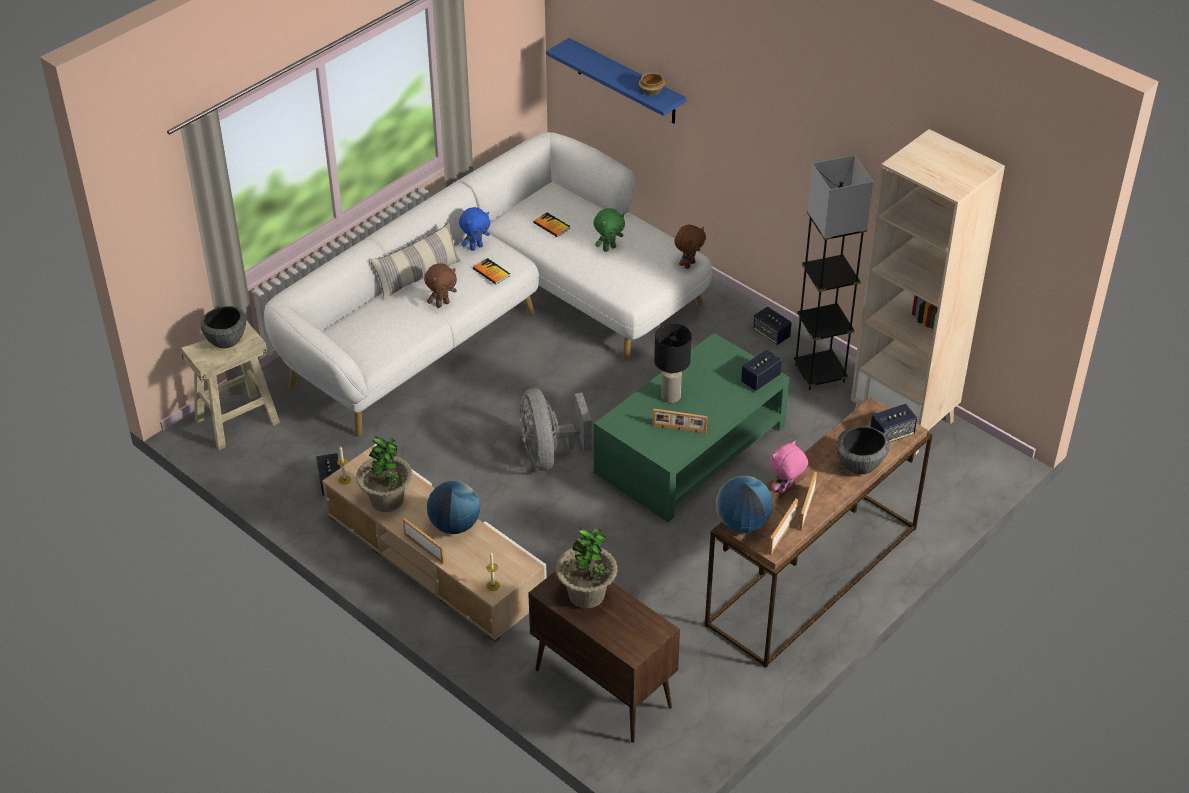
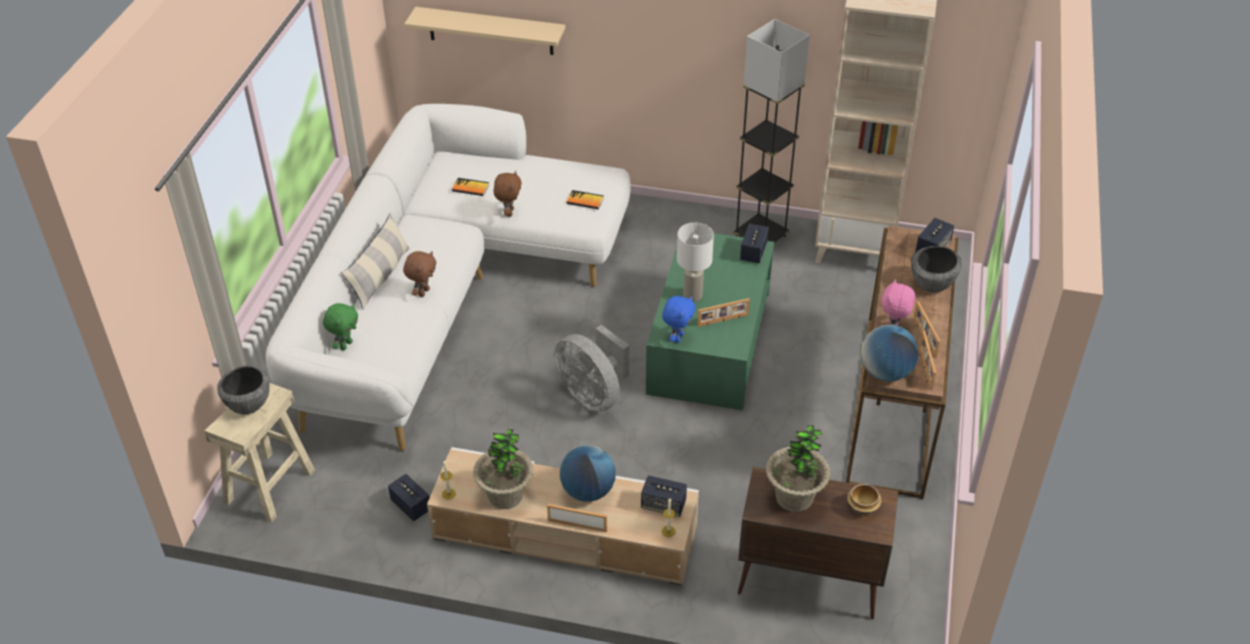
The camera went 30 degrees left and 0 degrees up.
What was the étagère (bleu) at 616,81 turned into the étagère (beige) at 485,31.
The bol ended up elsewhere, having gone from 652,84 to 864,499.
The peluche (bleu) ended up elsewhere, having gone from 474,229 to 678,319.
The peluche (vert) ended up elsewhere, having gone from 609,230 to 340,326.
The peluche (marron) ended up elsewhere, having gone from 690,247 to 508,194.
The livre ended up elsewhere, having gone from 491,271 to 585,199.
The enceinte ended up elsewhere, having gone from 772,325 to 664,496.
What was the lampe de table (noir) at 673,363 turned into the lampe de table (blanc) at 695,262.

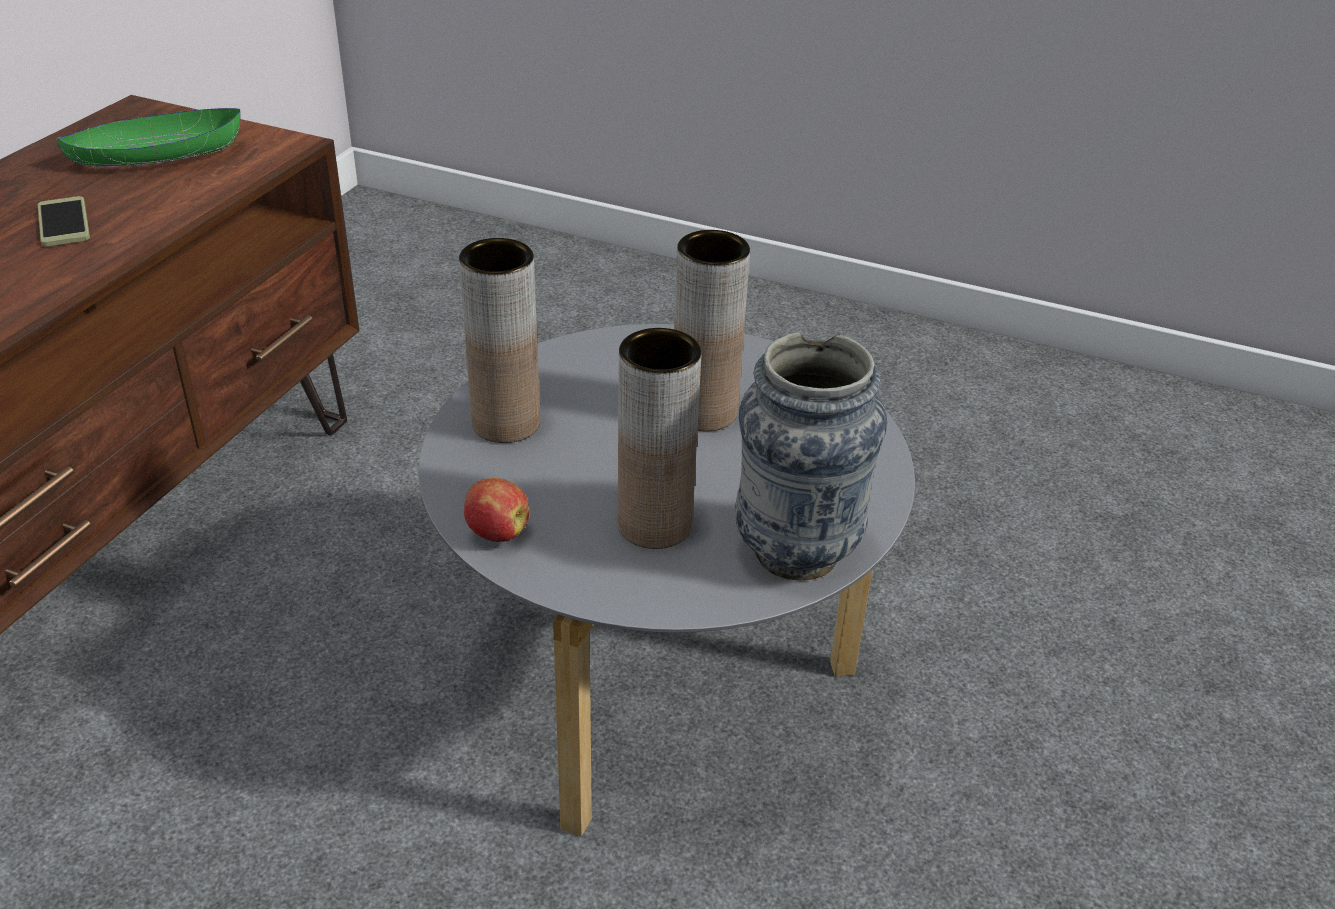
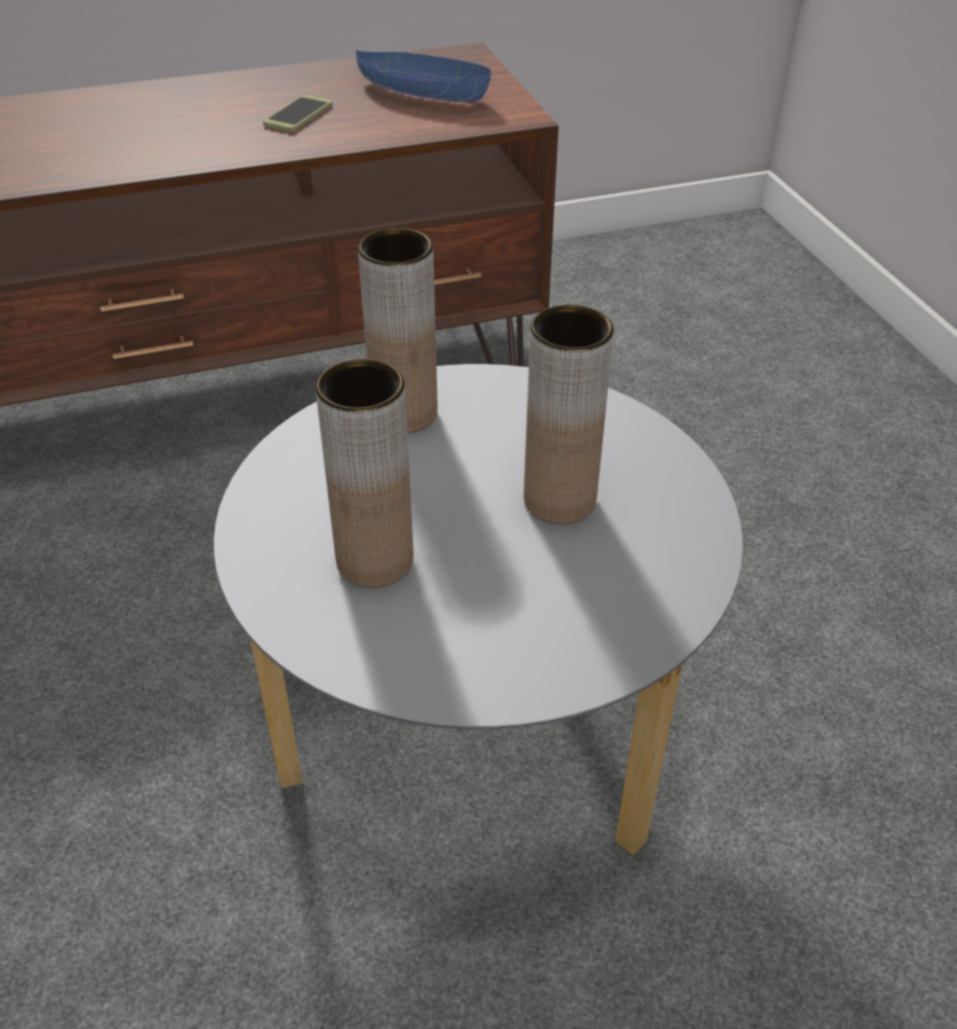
The camera went 50 degrees right and 5 degrees up.
What was the bol (vert) at 148,137 turned into the bol (bleu) at 423,76.
The second view lost the vase at 811,456.
The second view lost the pomme at 496,510.

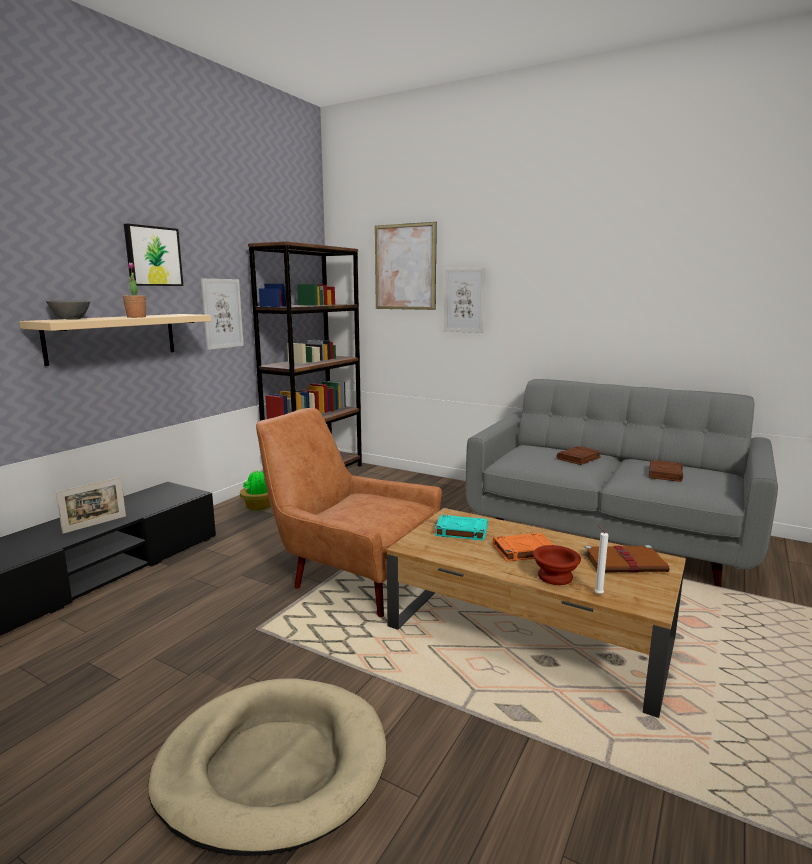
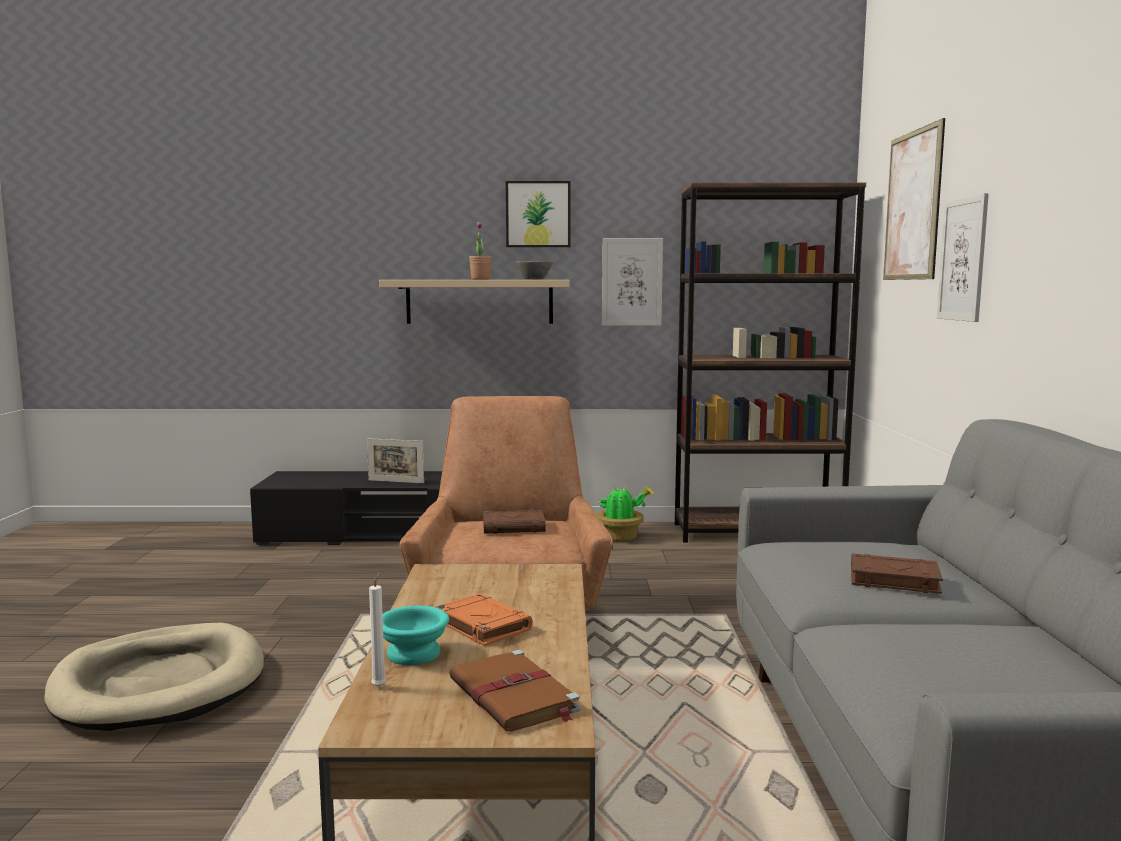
The camera went 60 degrees right and 5 degrees down.
The bol (gris) ended up elsewhere, having gone from 68,310 to 535,270.
The livre (marron) ended up elsewhere, having gone from 666,471 to 514,522.
The second view lost the livre (turquoise) at 461,527.
What was the bol (marron) at 557,565 turned into the bol (turquoise) at 416,635.

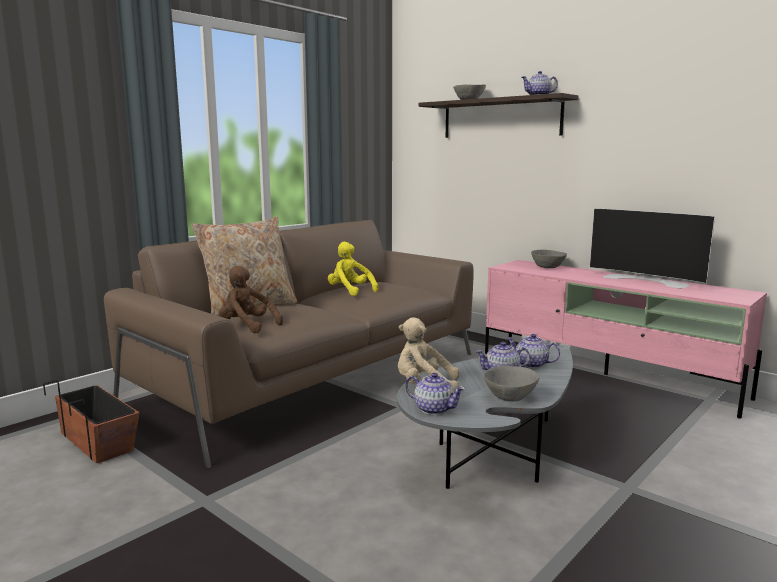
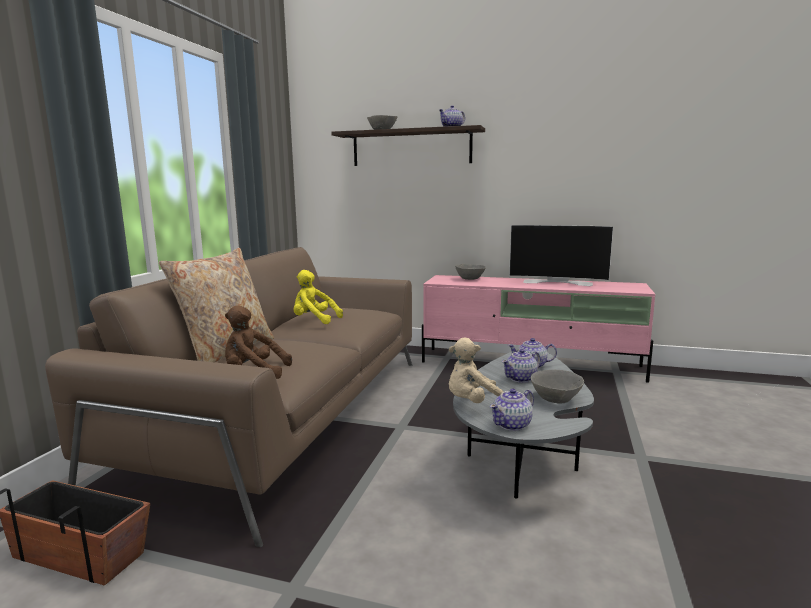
The camera went 25 degrees left and 0 degrees up.
The théière at 435,394 ended up facing another way, 135 degrees clockwise from before.

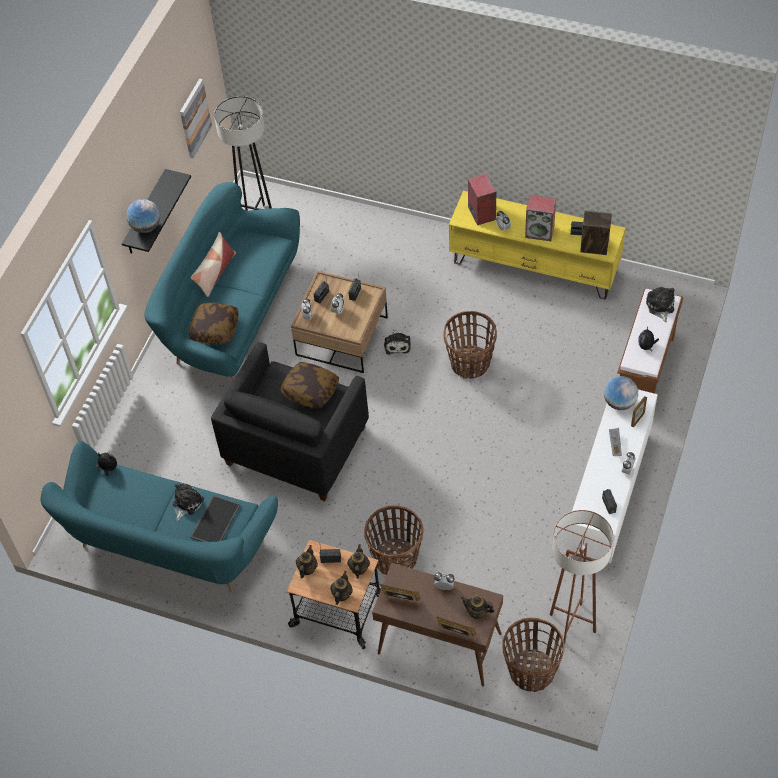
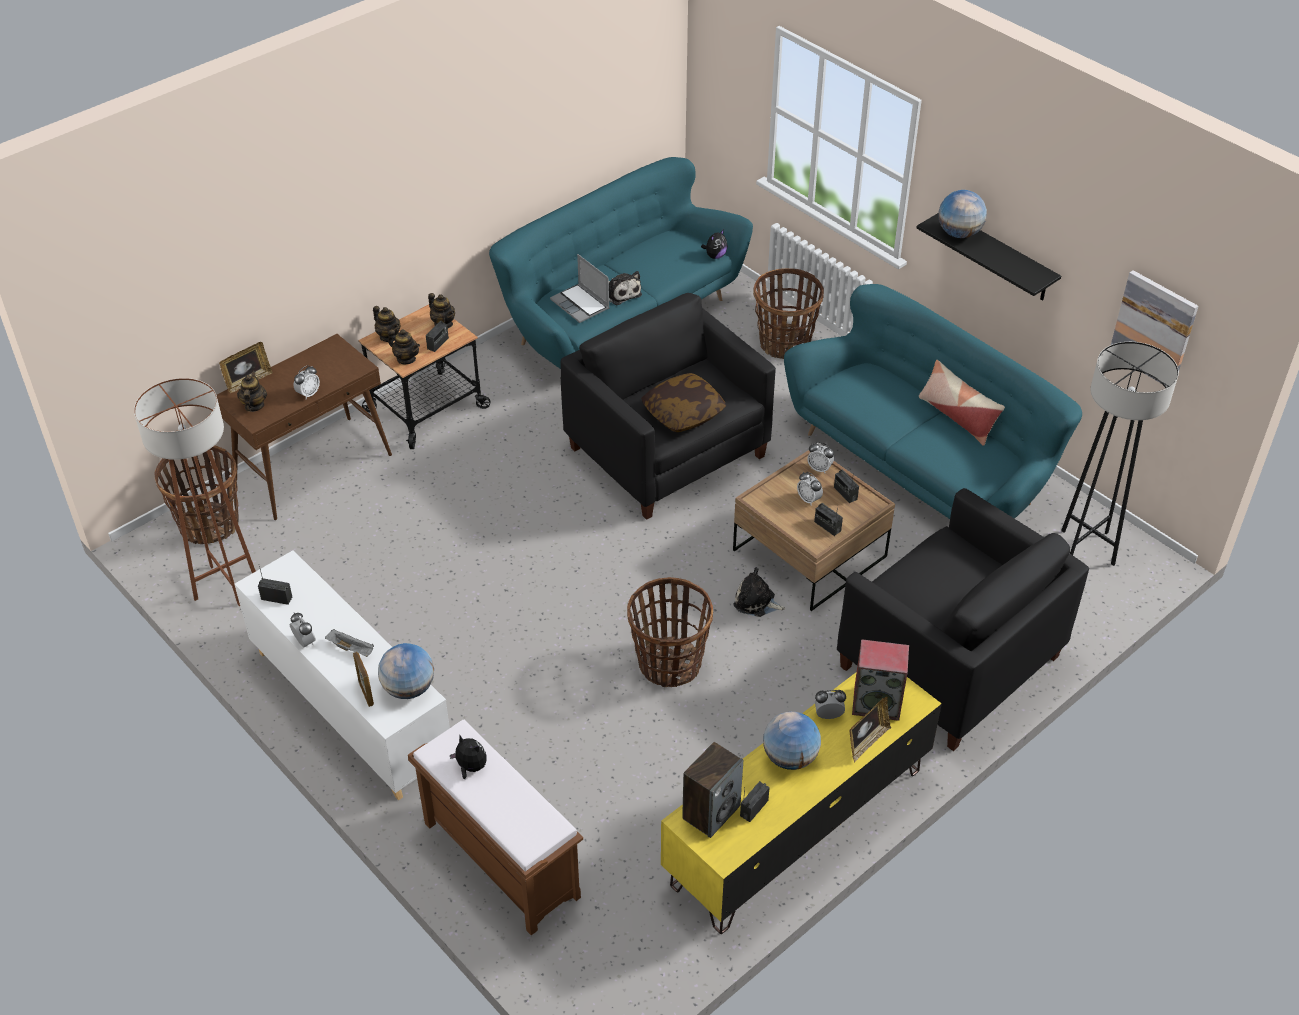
The camera went 115 degrees right and 10 degrees down.
Where the enceinte stood at 540,218, the globe came to stand at 792,741.
The second view lost the peluche at 660,304.
The second view lost the coussin at 214,323.
Where the plateau stood at 215,518, the ordinateur portable came to stand at 579,288.
The panier ended up elsewhere, having gone from 394,540 to 788,313.
The cadre photo ended up elsewhere, having gone from 400,592 to 870,729.
The théière at 477,607 ended up facing another way, 45 degrees counterclockwise from before.
The second view gained the fauteuil (noir) at 963,619.

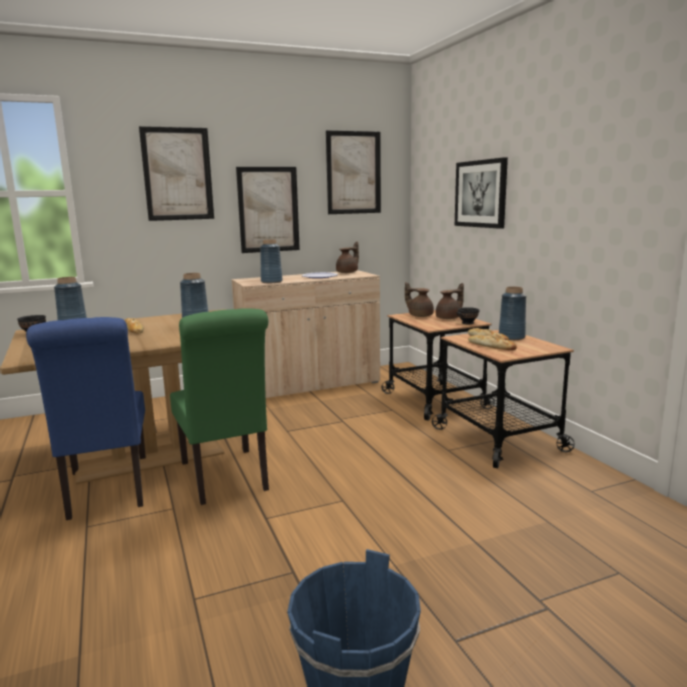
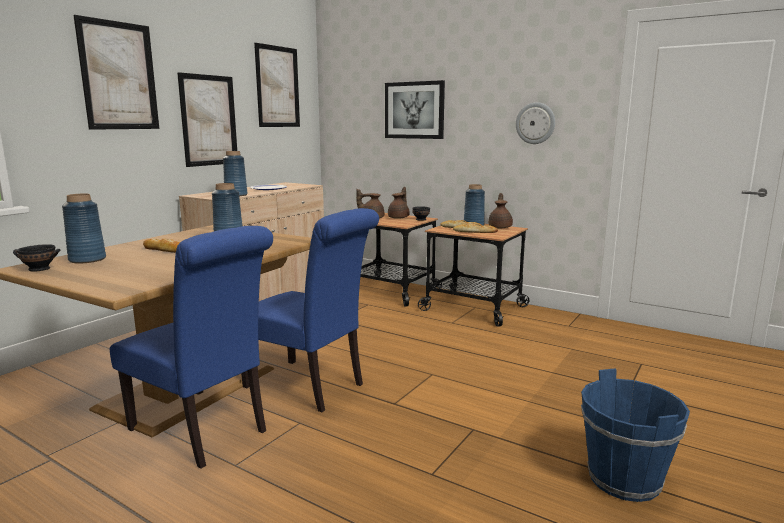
The camera went 35 degrees left and 0 degrees up.
The théière (marron) ended up elsewhere, having gone from 347,257 to 500,211.
What was the chaise (vert) at 219,406 turned into the chaise (bleu) at 310,310.
The second view gained the horloge murale at 535,123.

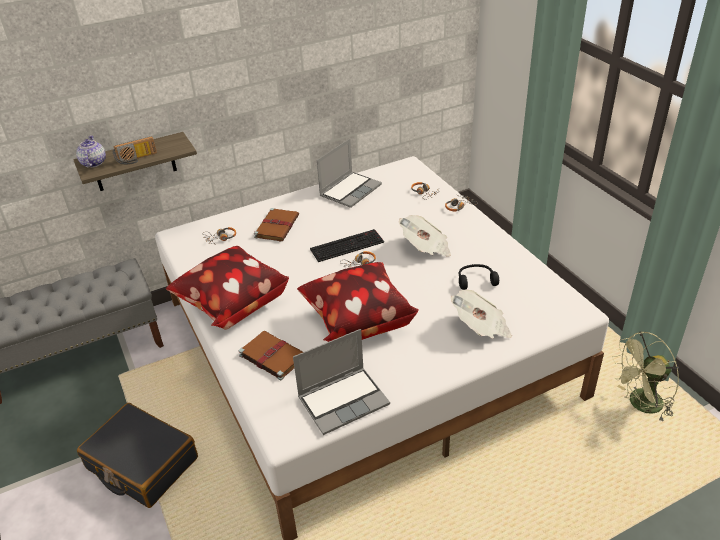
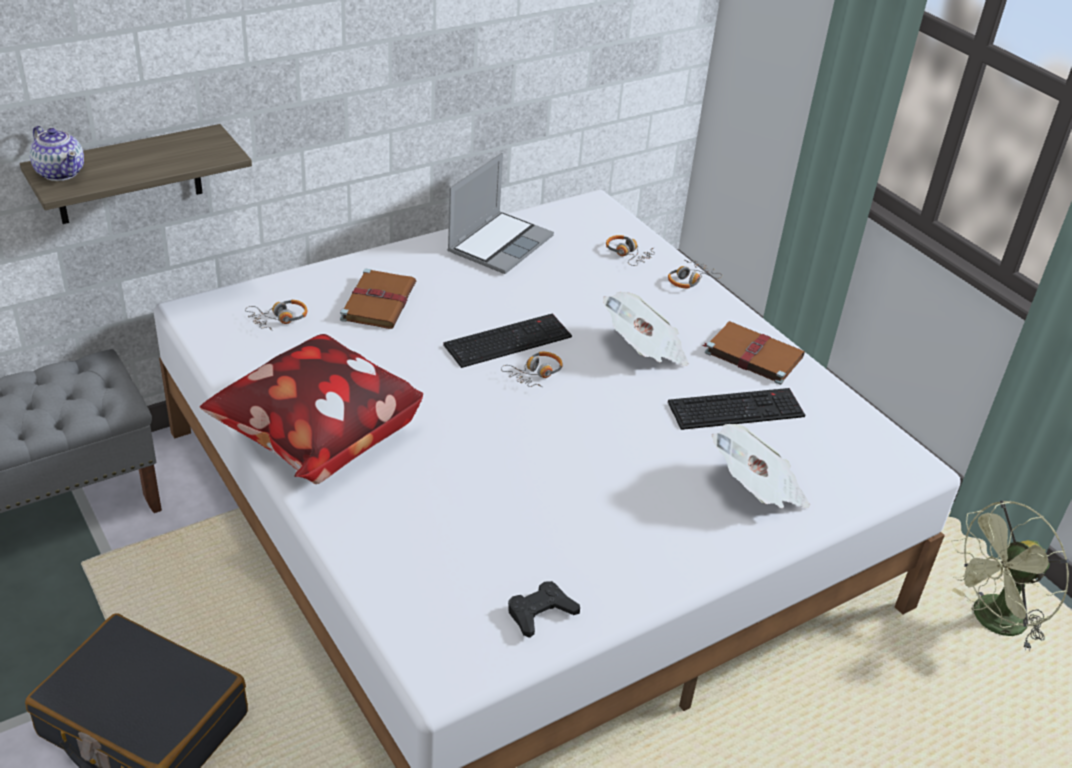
The camera went 10 degrees left and 0 degrees up.
The théière at 91,151 ended up facing another way, 150 degrees clockwise from before.
The second view lost the radio at 135,150.
The second view lost the coussin at 358,302.
Where the casque audio (noir) stood at 479,277, the clavier came to stand at 736,409.
Where the ordinateur portable stood at 341,382, the manette (noir) came to stand at 544,609.
The livre (marron) ended up elsewhere, having gone from 271,355 to 753,353.

